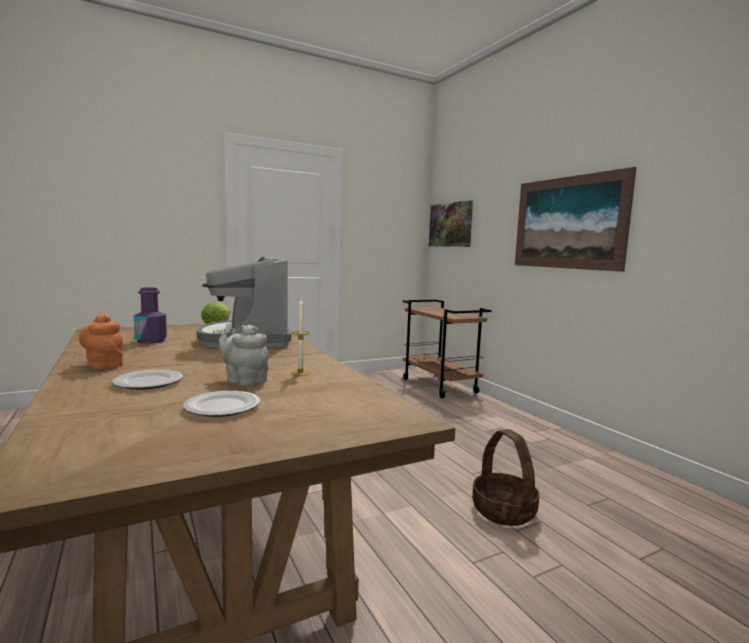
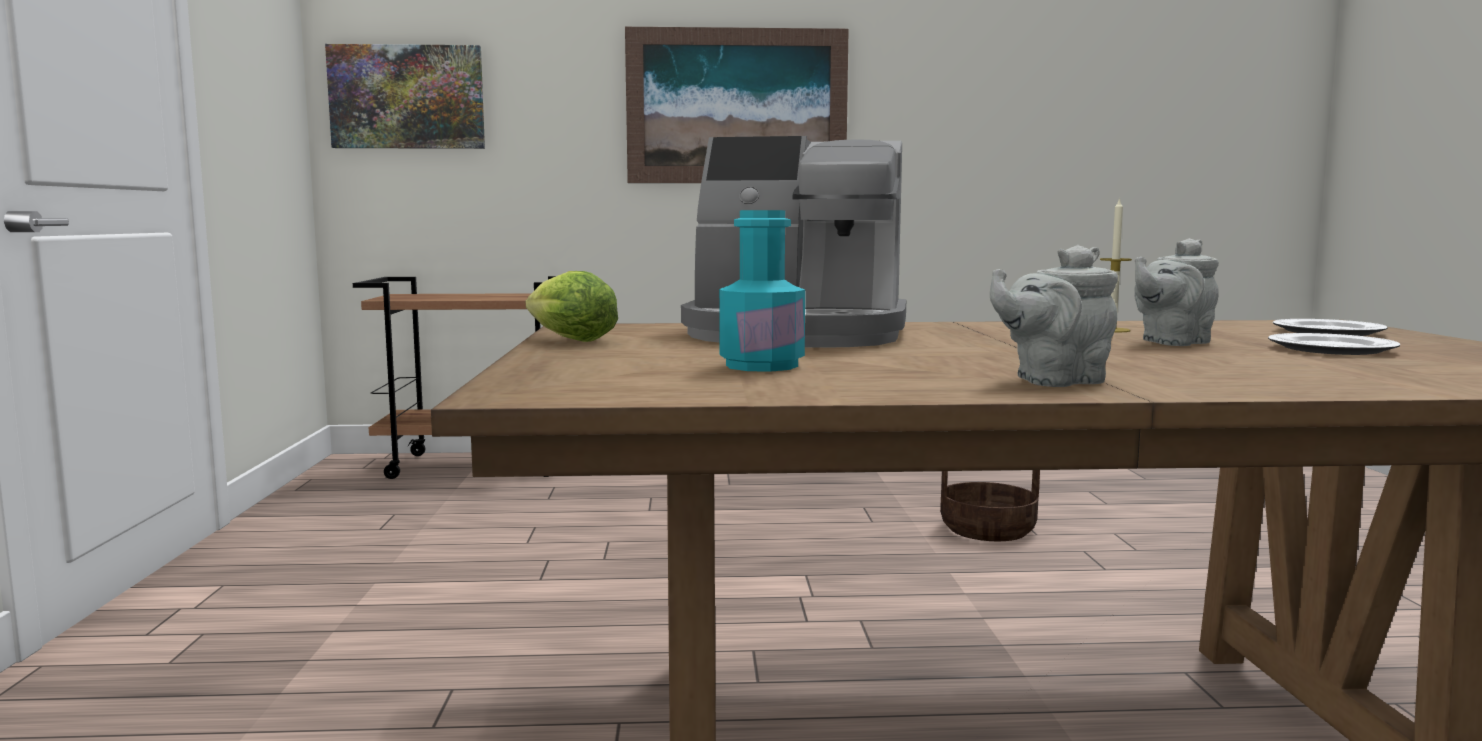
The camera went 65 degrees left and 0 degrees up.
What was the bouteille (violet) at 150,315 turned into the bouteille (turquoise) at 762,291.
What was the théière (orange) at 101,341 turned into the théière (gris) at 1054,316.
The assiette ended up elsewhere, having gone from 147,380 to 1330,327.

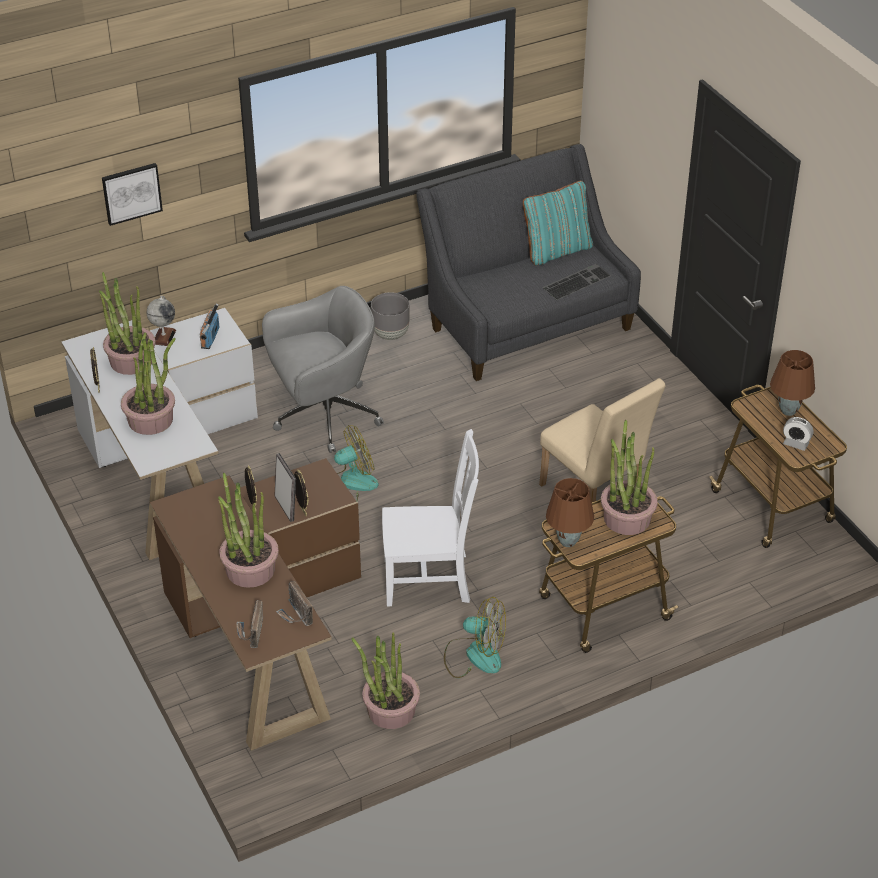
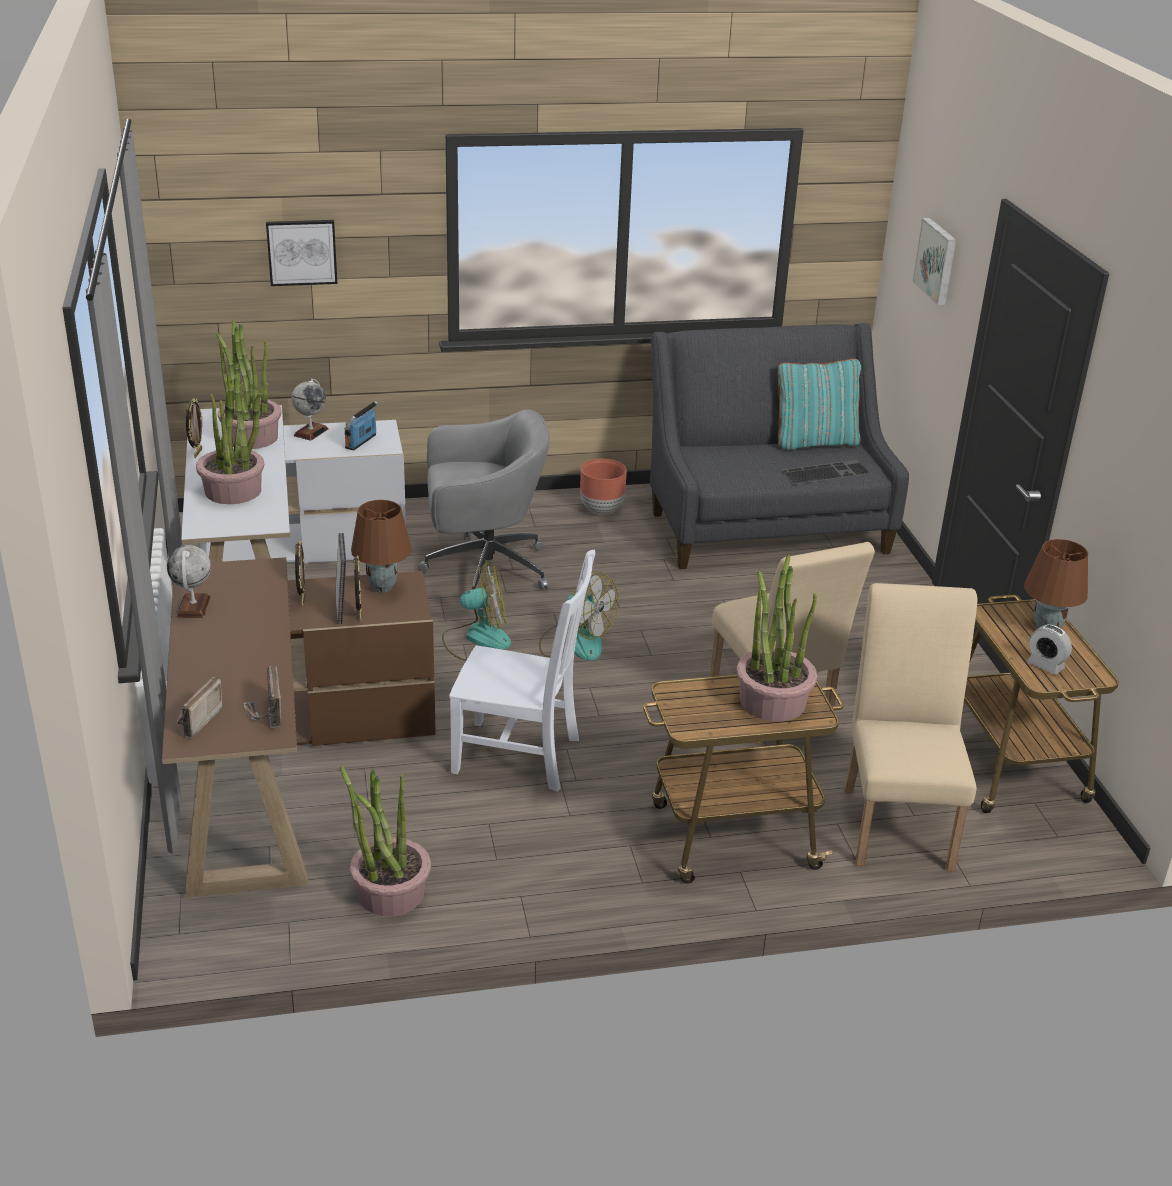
The camera went 15 degrees right and 10 degrees down.
What was the cache-pot (gris) at 390,316 turned into the cache-pot (marron) at 603,486.
The second view lost the plante en pot at 248,530.
The lampe de table (marron) ended up elsewhere, having gone from 570,512 to 381,546.
The ventilateur ended up elsewhere, having gone from 475,637 to 578,616.
The second view gained the tableau at 934,261.
The second view gained the globe at 189,581.
The second view gained the chaise (beige) at 911,727.

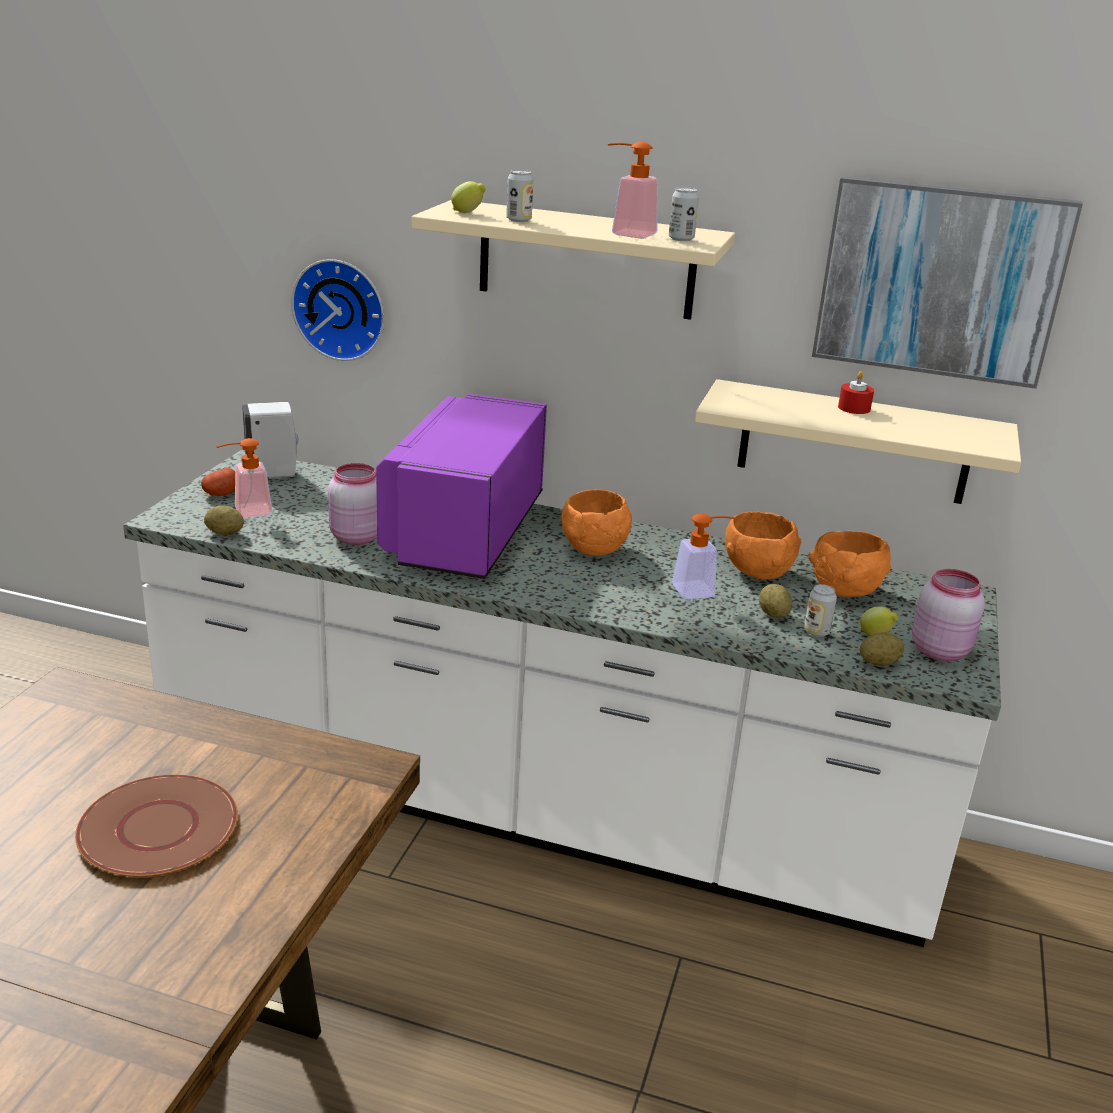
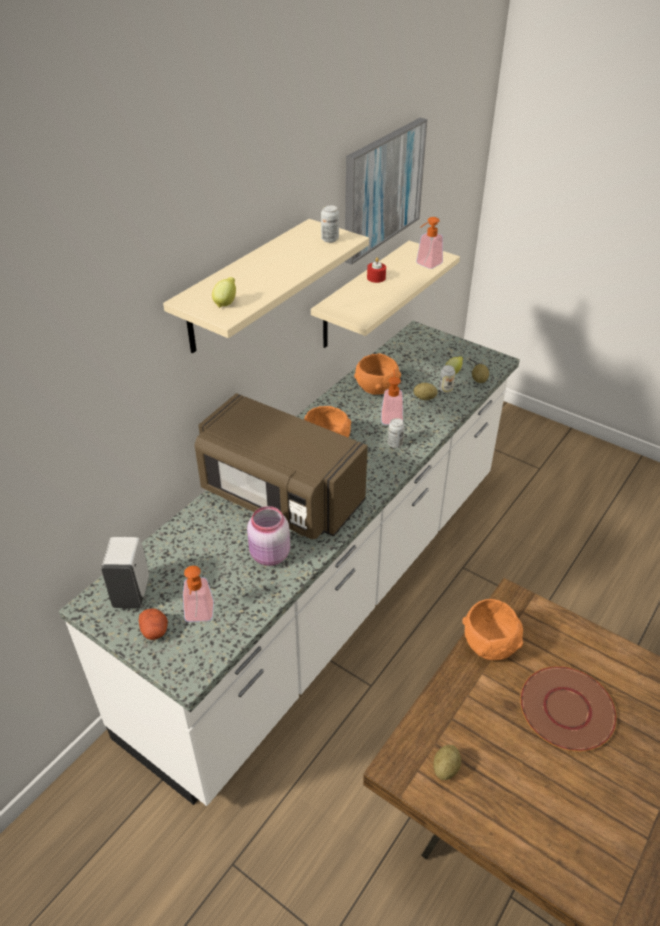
The camera went 70 degrees left and 15 degrees up.
The distributeur de savon ended up elsewhere, having gone from 633,190 to 429,243.
The boîte métallique ended up elsewhere, having gone from 519,196 to 396,433.
The second view lost the horloge murale at 337,310.
What was the micro-ondes (violet) at 461,486 turned into the micro-ondes (marron) at 281,466.
The pomme de terre ended up elsewhere, having gone from 224,520 to 447,762.
The bol (orange) ended up elsewhere, having gone from 850,564 to 493,629.
The second view lost the bocal (rose) at 948,615.

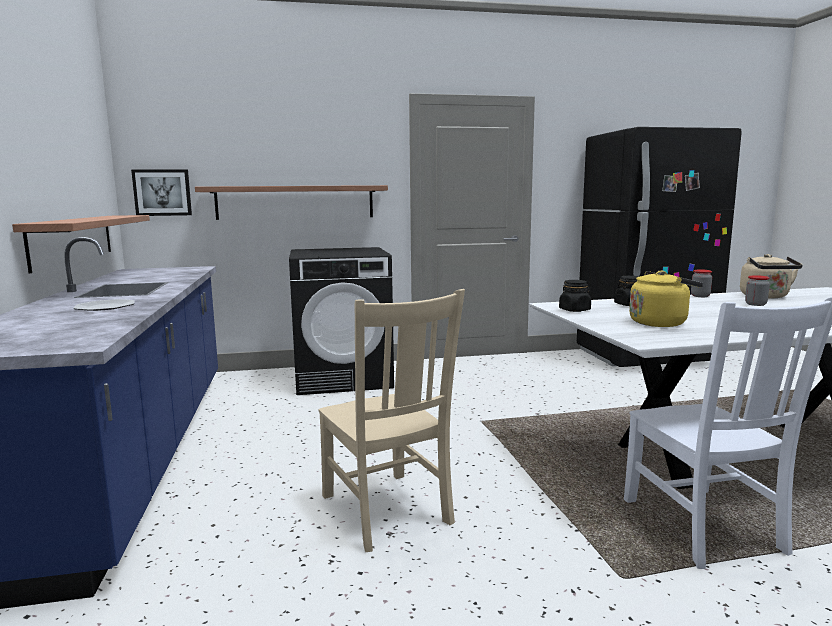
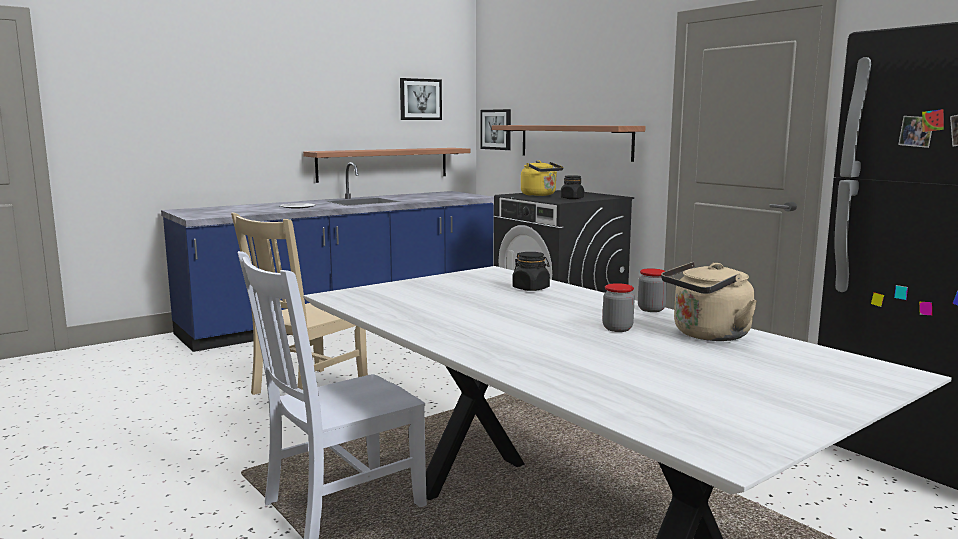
The camera went 65 degrees right and 0 degrees up.
The bouilloire (jaune) ended up elsewhere, having gone from 666,299 to 542,178.
The bocal (noir) ended up elsewhere, having gone from 575,296 to 572,187.
The second view gained the tableau at 421,99.

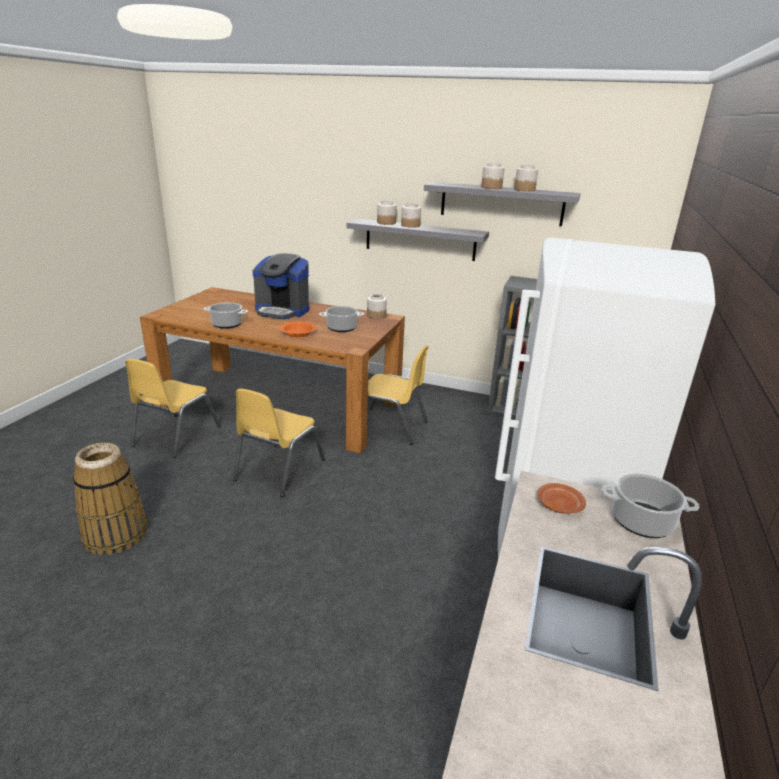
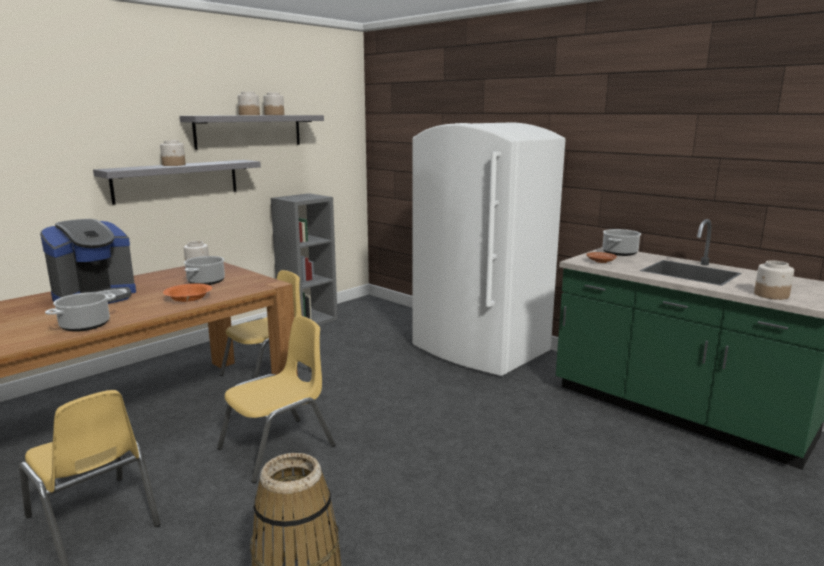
The camera went 65 degrees left and 10 degrees down.
The bocal ended up elsewhere, having gone from 387,213 to 774,280.
The chaise (jaune) at 279,443 ended up facing another way, 90 degrees counterclockwise from before.

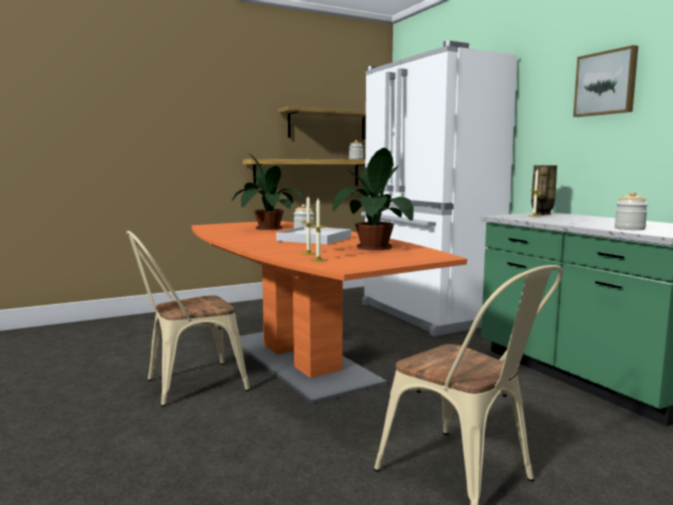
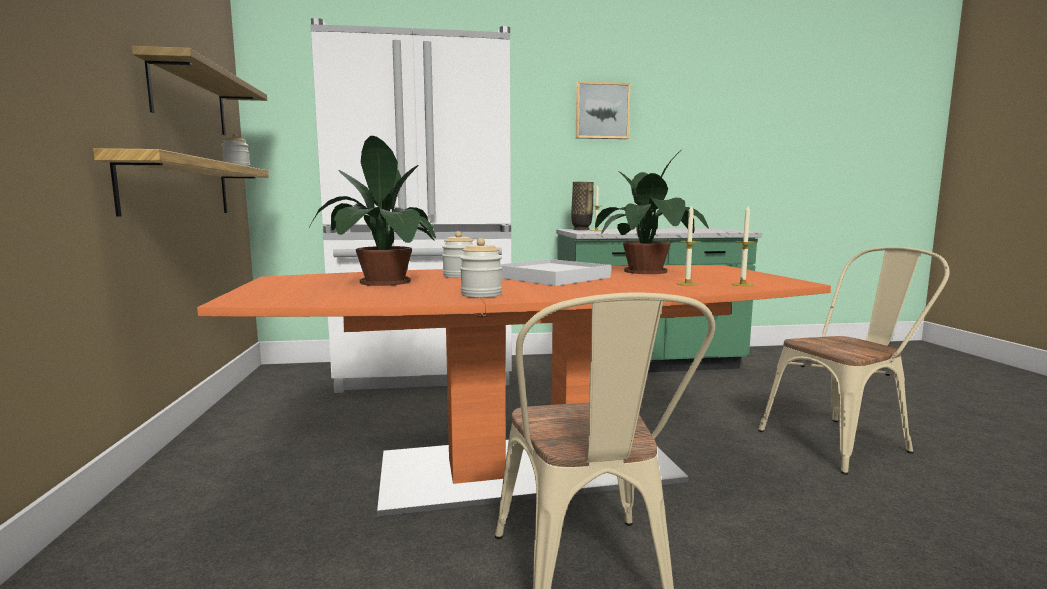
The camera went 70 degrees left and 0 degrees up.
The bocal ended up elsewhere, having gone from 631,210 to 481,268.

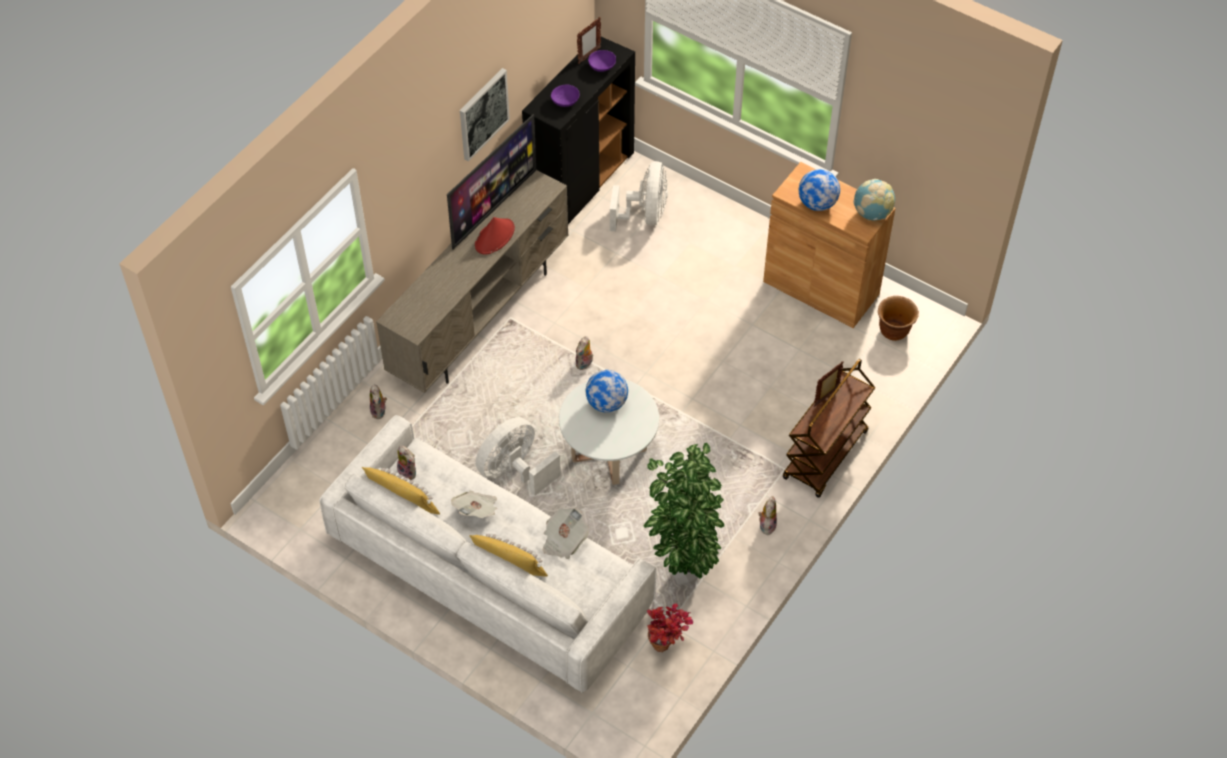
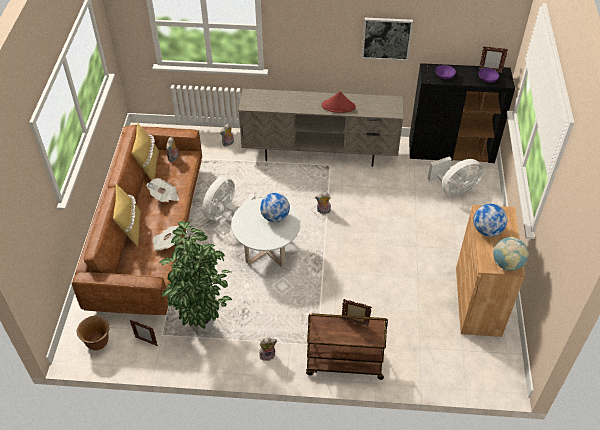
The camera went 60 degrees right and 5 degrees down.
The second view lost the téléviseur at 491,182.
The cache-pot (marron) ended up elsewhere, having gone from 898,318 to 93,333.
What was the canapé (blanc) at 487,554 turned into the canapé (marron) at 137,220.
The ventilateur (blanc) at 518,456 ended up facing another way, 75 degrees counterclockwise from before.
Where the plante en pot stood at 670,628, the cadre photo came to stand at 143,333.

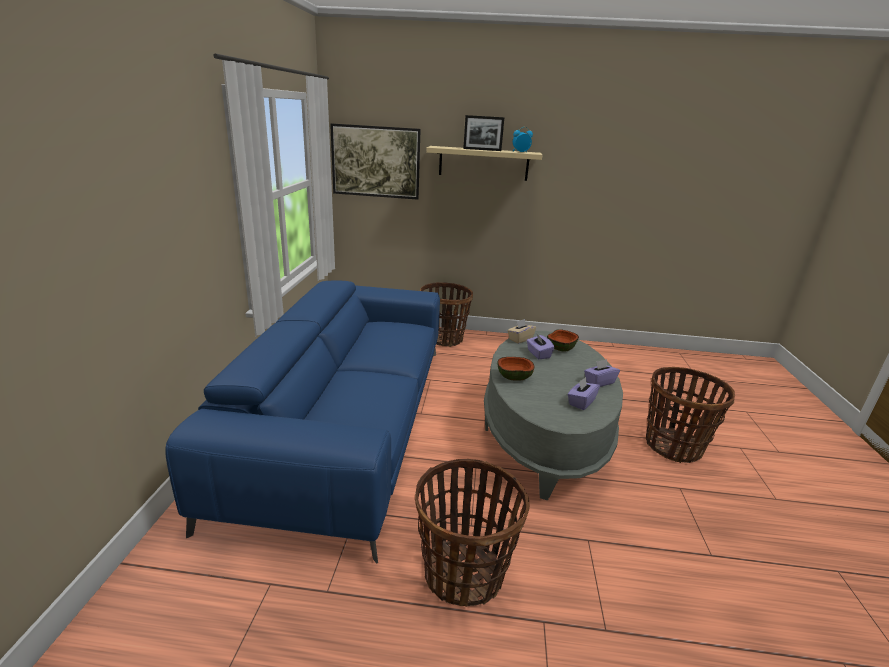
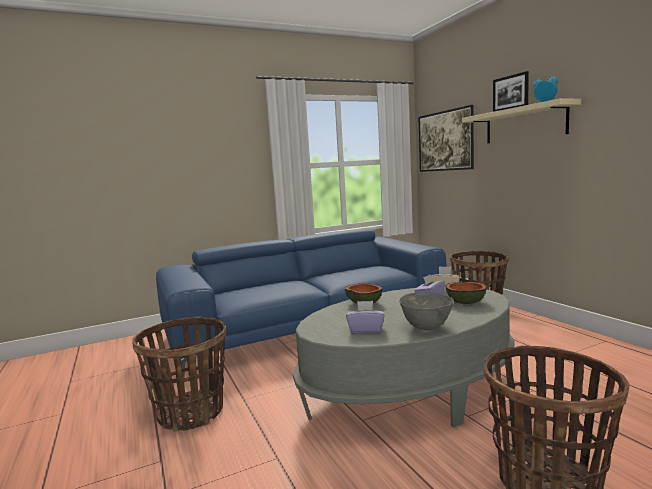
The camera went 60 degrees right and 15 degrees down.
Where the boîte à mouchoirs (violet) stood at 602,373, the bol (gris) came to stand at 426,311.

